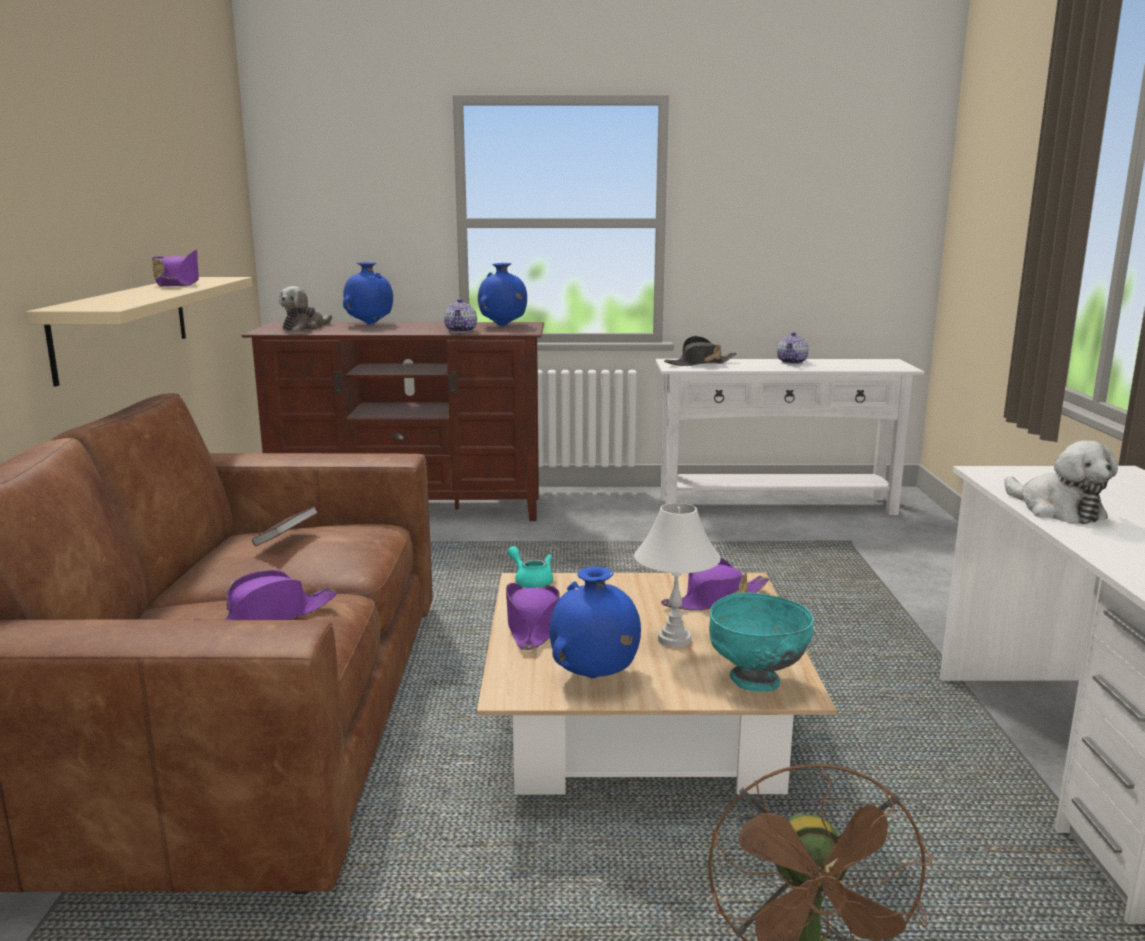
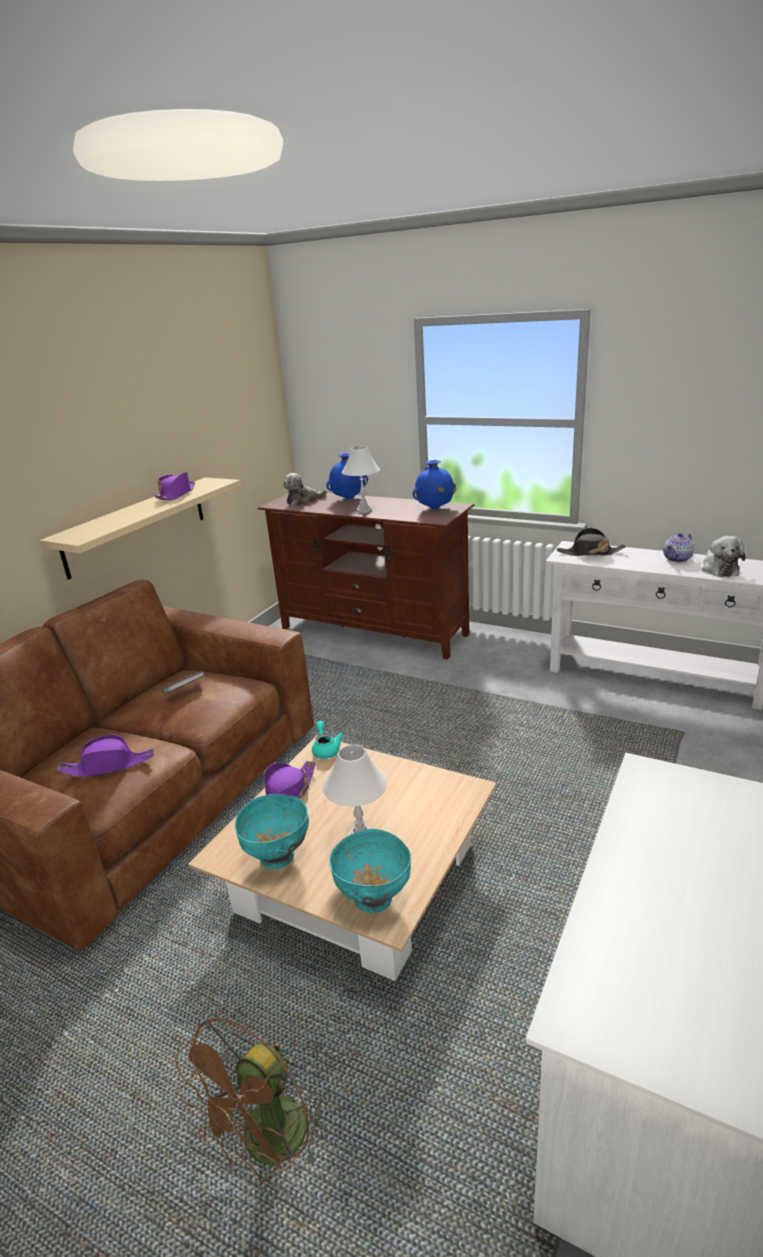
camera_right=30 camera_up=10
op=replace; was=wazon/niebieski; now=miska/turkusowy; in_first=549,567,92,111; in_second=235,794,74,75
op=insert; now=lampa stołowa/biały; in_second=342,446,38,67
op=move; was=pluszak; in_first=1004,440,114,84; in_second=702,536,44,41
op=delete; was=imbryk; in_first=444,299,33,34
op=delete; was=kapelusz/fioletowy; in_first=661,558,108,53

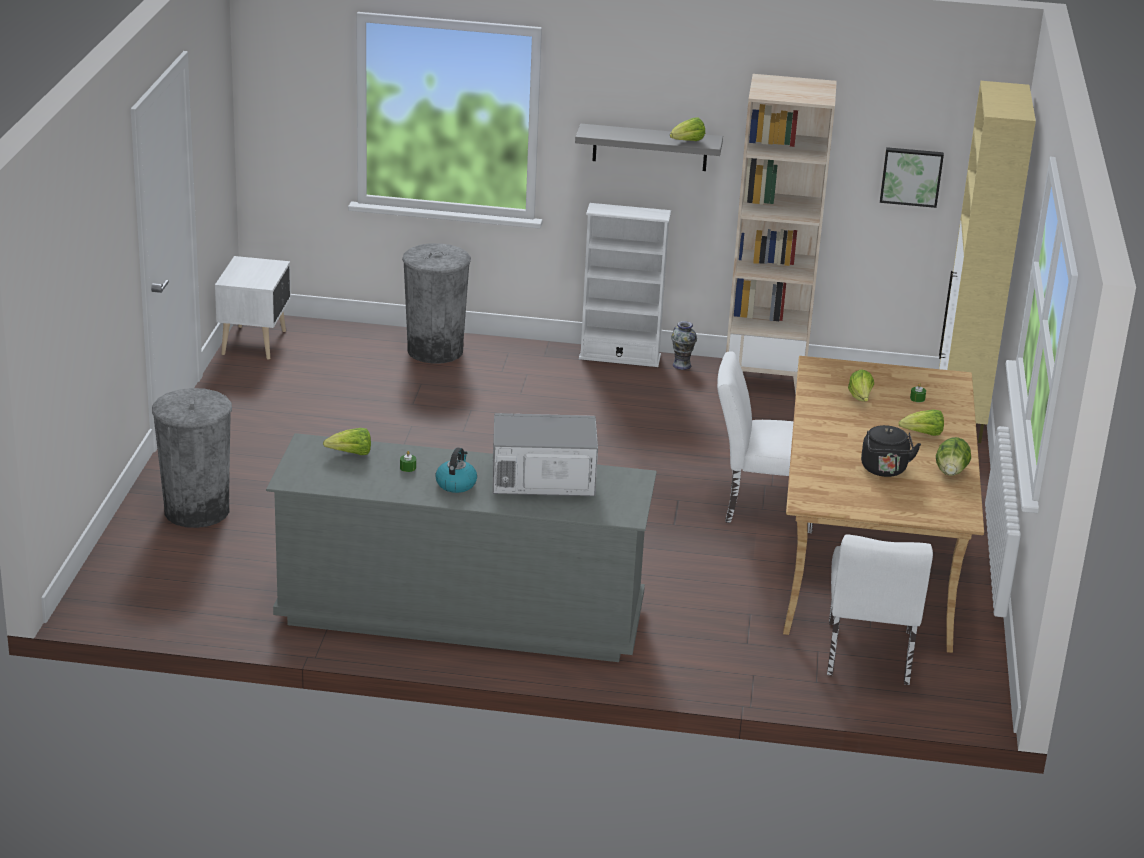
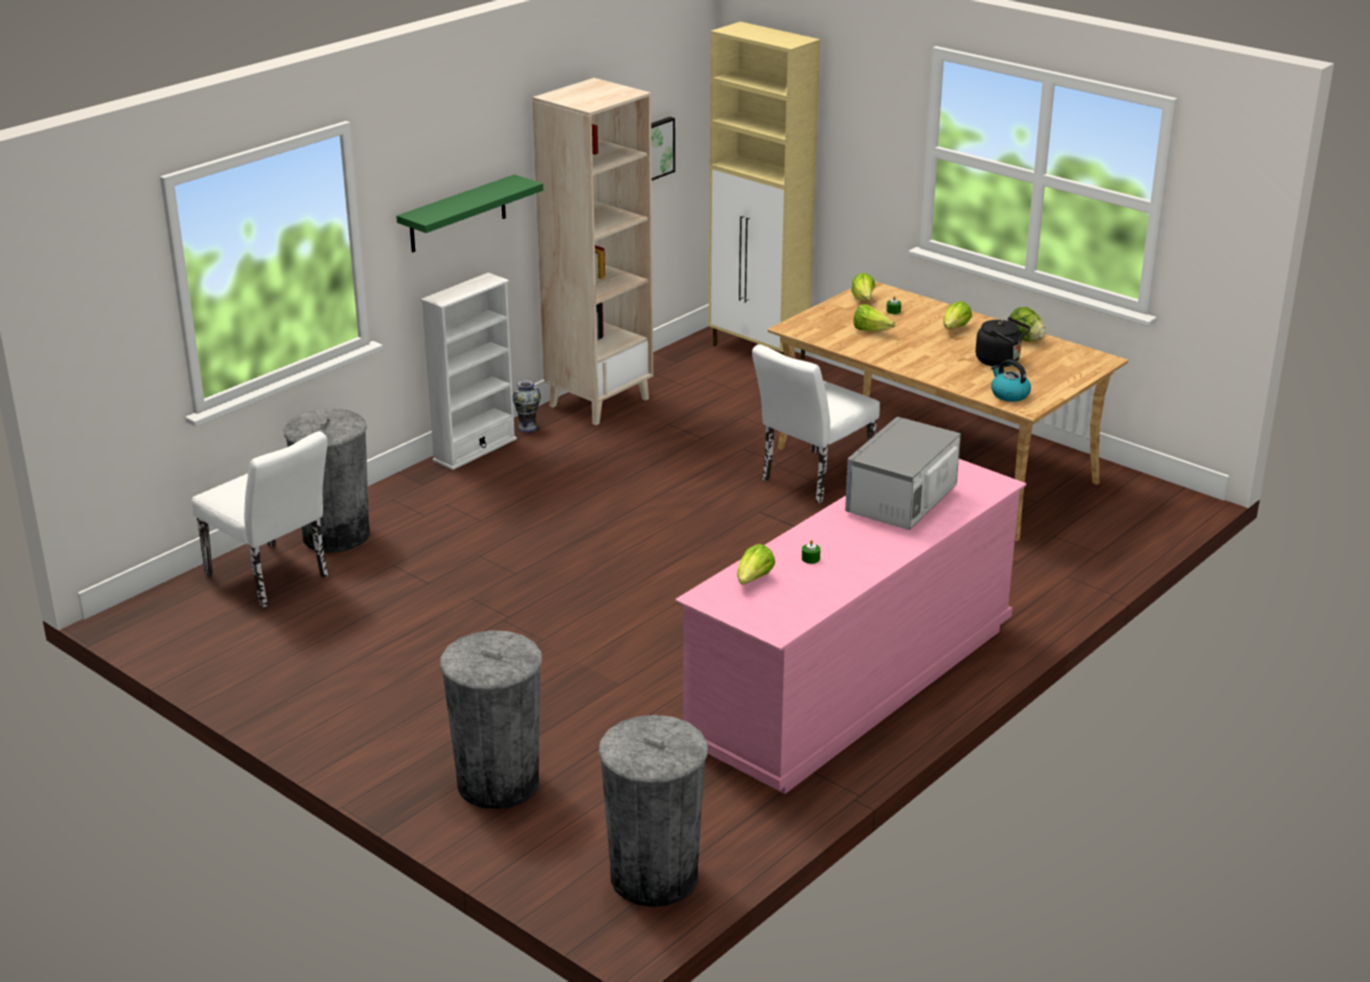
camera_right=-55 camera_up=0
op=move; was=krzesło/biały; in_first=827,535,106,150; in_second=192,431,136,177
op=recolor; was=półka/szary; now=półka/zielony; in_first=575,124,148,47; in_second=396,174,147,78
op=insert; now=kosz na śmieci/szary; in_second=598,715,110,192
op=recolor; was=komoda/szary; now=komoda/różowy; in_first=266,433,391,229; in_second=675,459,351,335
op=move; was=sałata; in_first=670,118,35,23; in_second=851,273,24,28
op=move; was=czajnik; in_first=435,447,42,46; in_second=991,359,40,43
op=delete; was=szafka nocna/biały; in_first=215,256,76,104

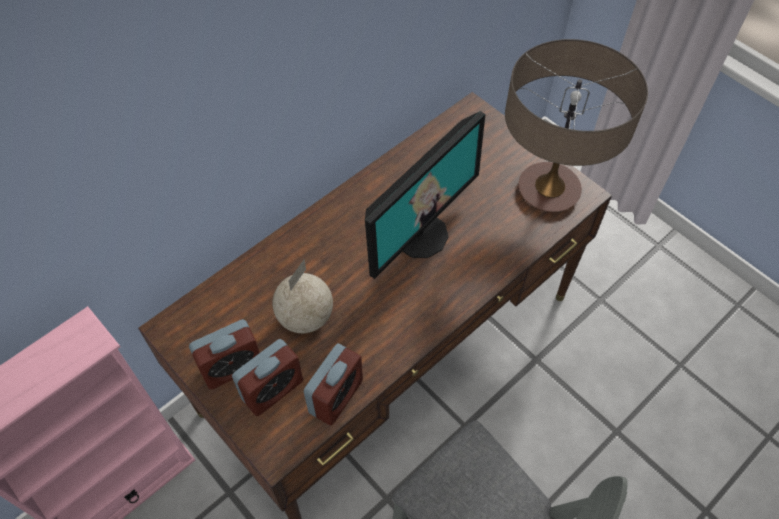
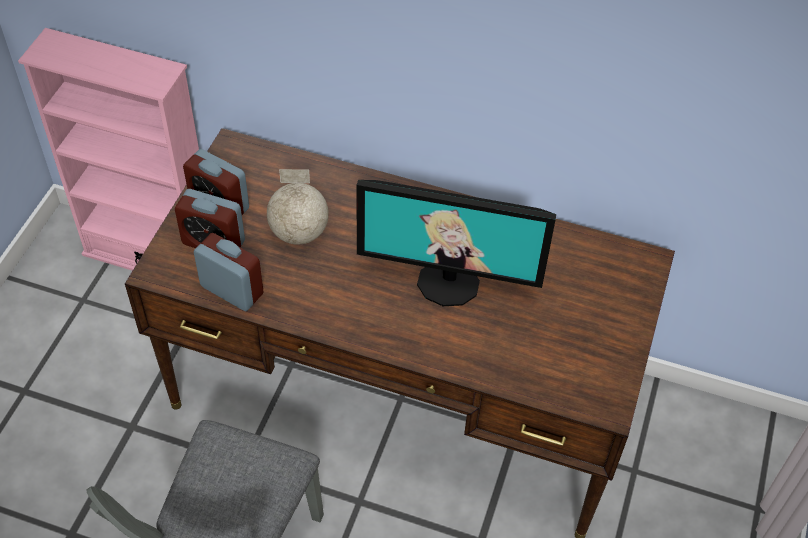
camera_right=60 camera_up=-5
op=rotate; was=budzik; in_first=304,344,59,81; in_second=194,233,70,78; clockwise=-150
op=delete; was=lampa stołowa; in_first=505,39,143,173

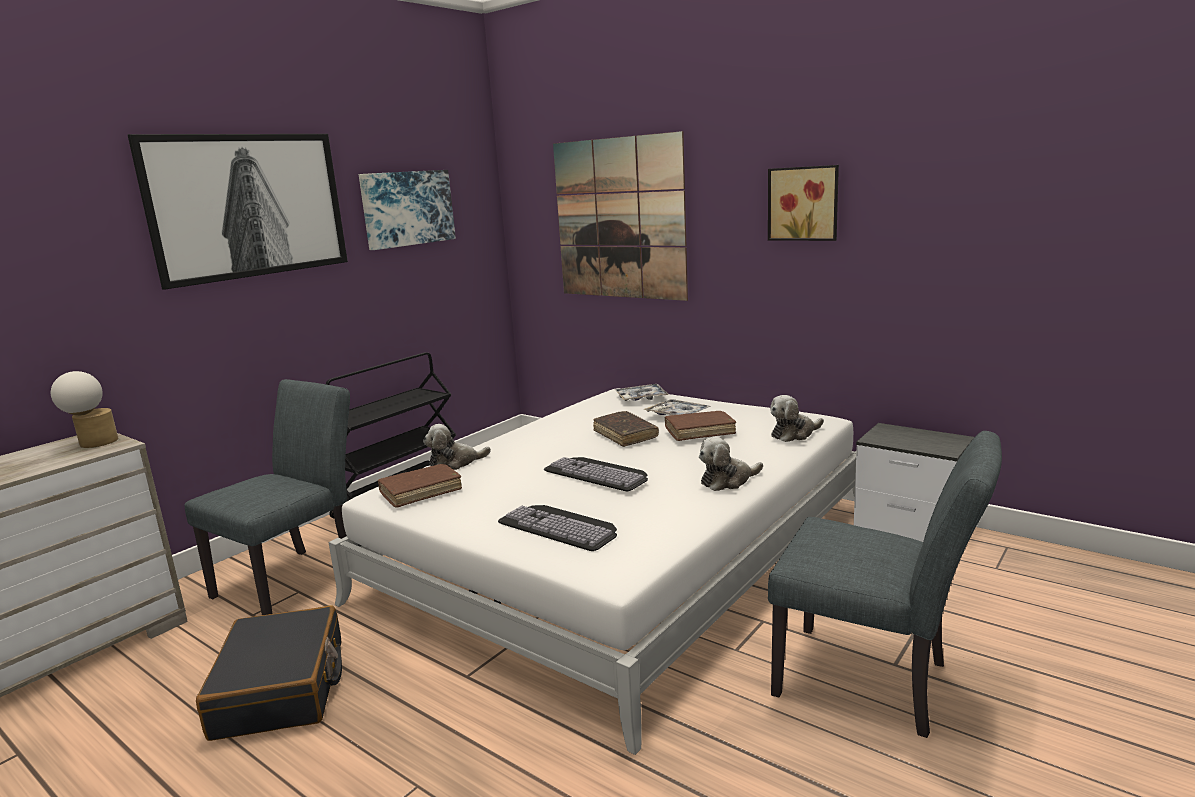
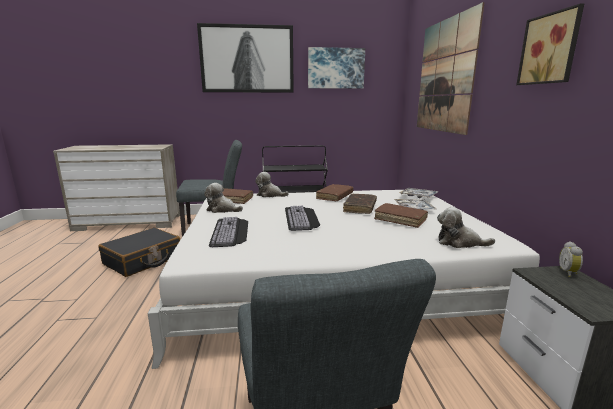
camera_right=45 camera_up=0
op=move; was=pluszak; in_first=699,437,64,54; in_second=204,183,39,30
op=insert; now=książka/brązowy; in_second=316,184,37,17
op=insert; now=budzik; in_second=559,241,24,36
op=delete; was=lampa stołowa; in_first=51,371,67,77

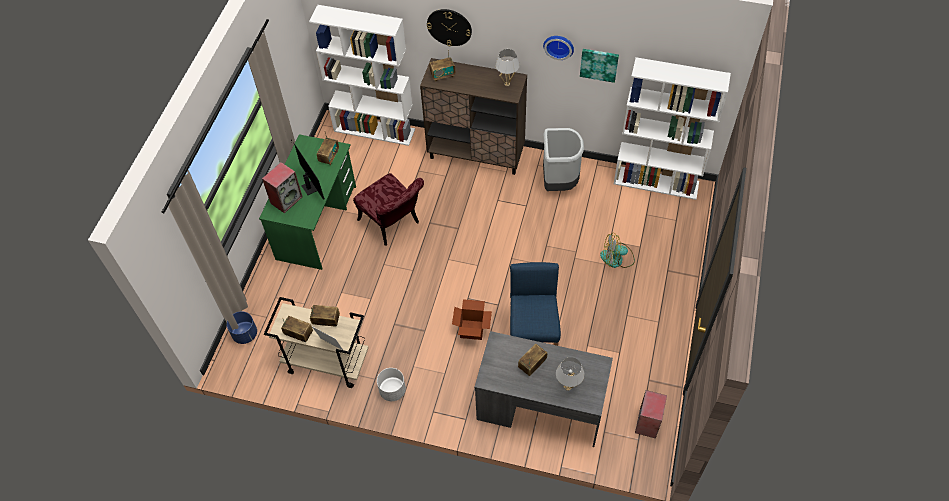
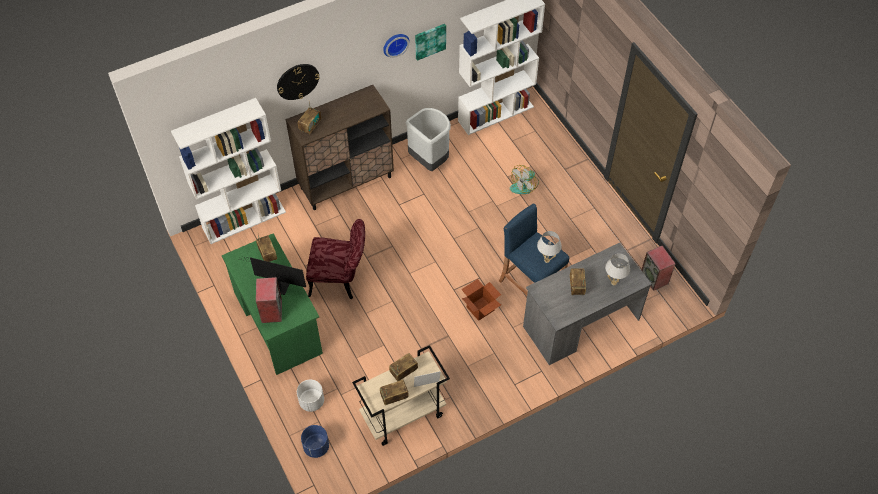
camera_right=-45 camera_up=0
op=move; was=donica/biały; in_first=377,368,29,33; in_second=297,380,27,32
op=move; was=lampa stołowa/biały; in_first=495,49,25,37; in_second=537,231,25,32

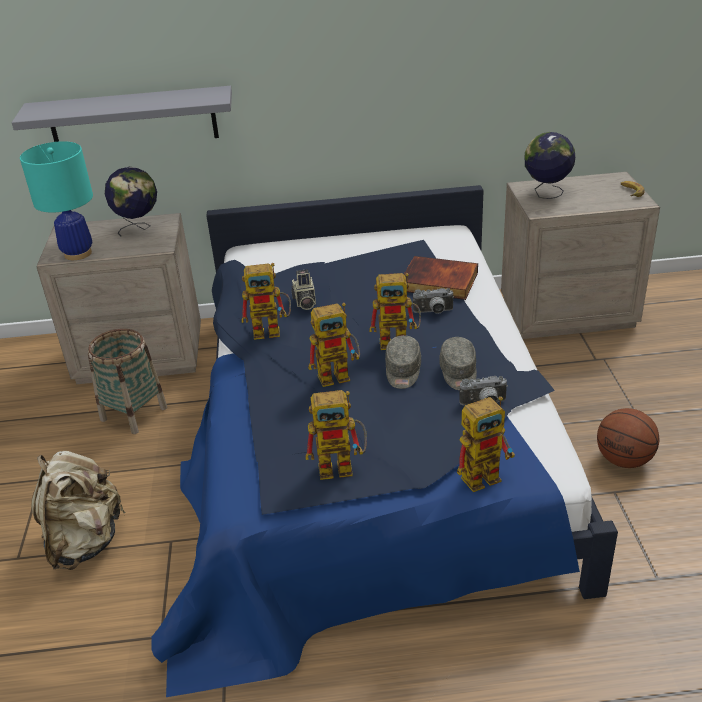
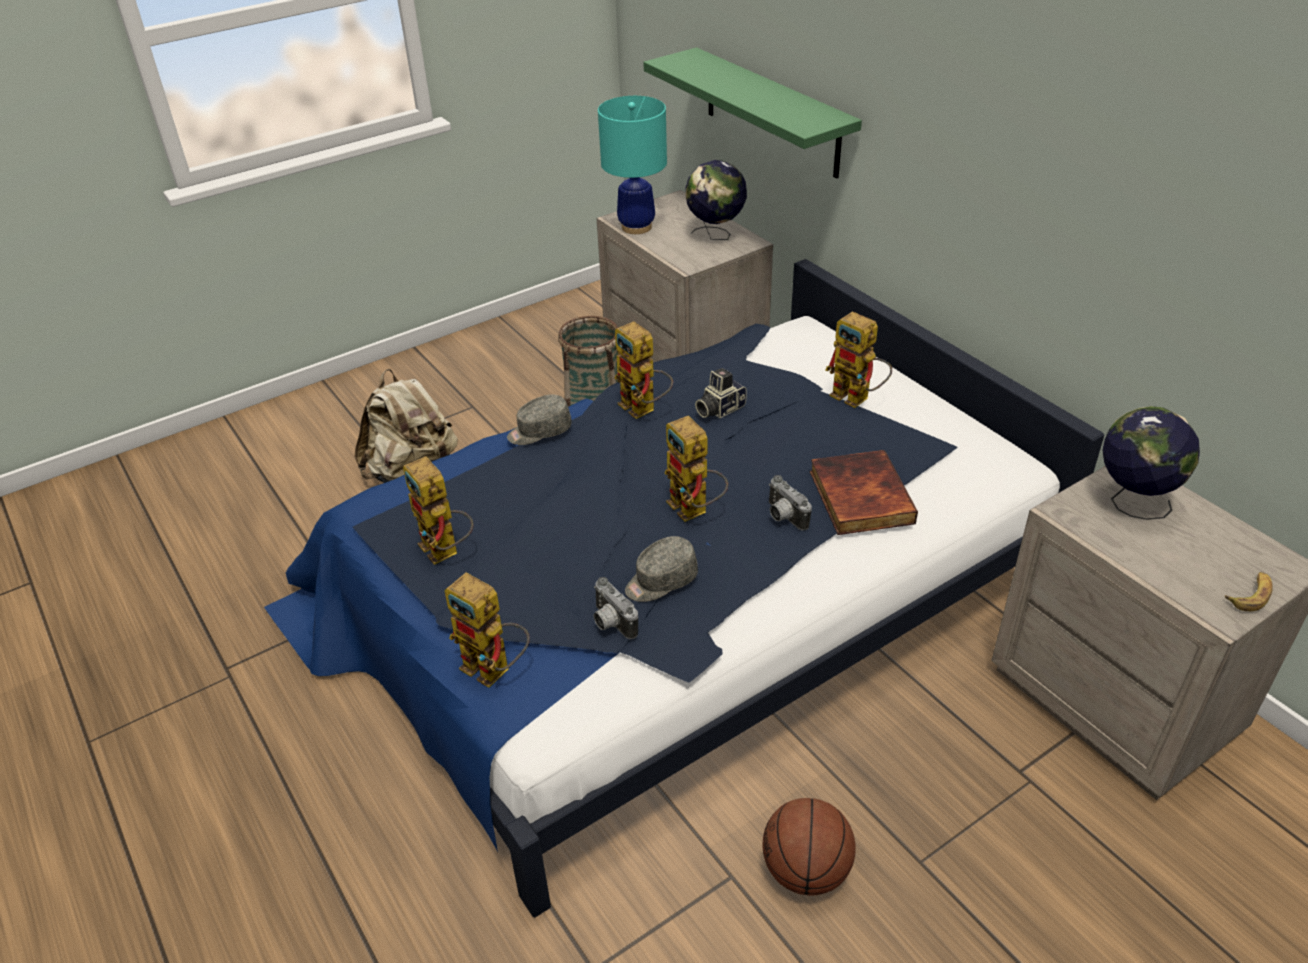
camera_right=60 camera_up=5
op=move; was=czapka z daszkiem/szary; in_first=385,335,36,54; in_second=507,394,65,51
op=recolor; was=półka/szary; now=półka/zielony; in_first=12,86,220,56; in_second=643,47,219,131
op=move; was=robot zabawkowy; in_first=308,303,52,84; in_second=825,311,67,97

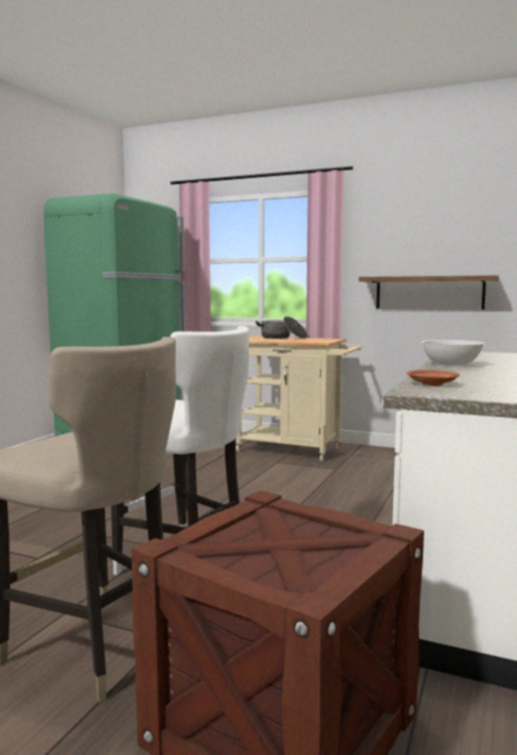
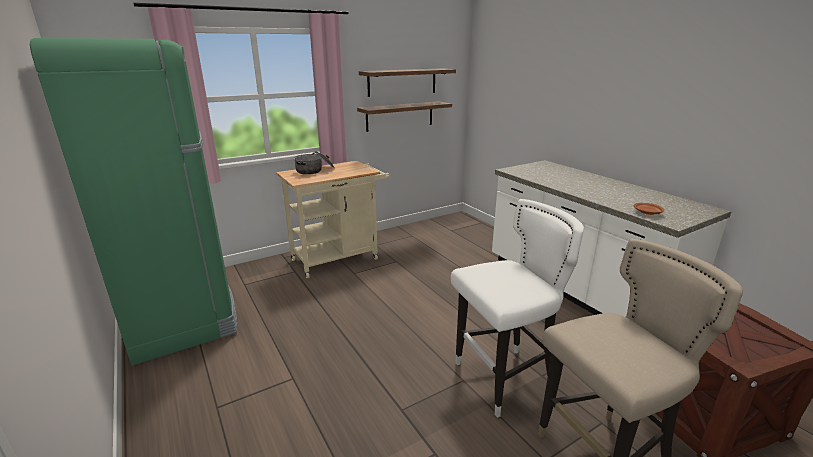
camera_right=-55 camera_up=15
op=insert; now=półka; in_second=359,68,97,29
op=delete; was=miska/biały; in_first=421,340,64,25

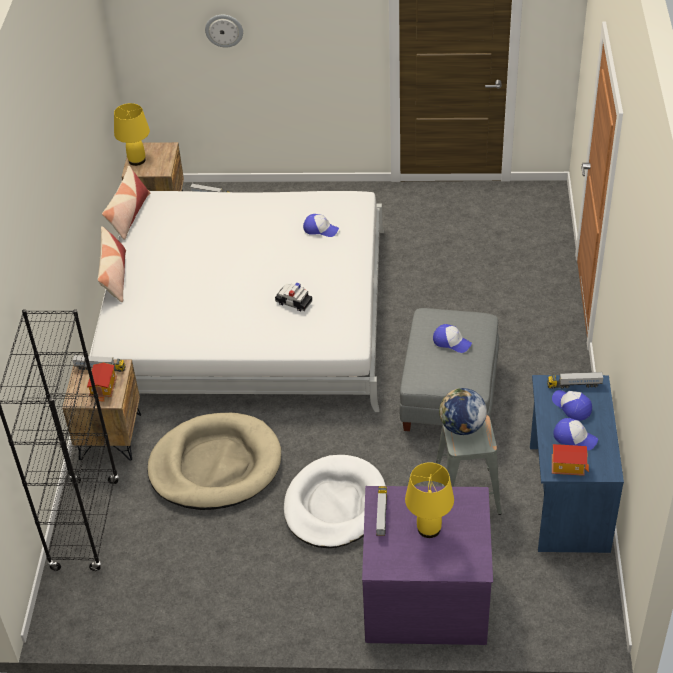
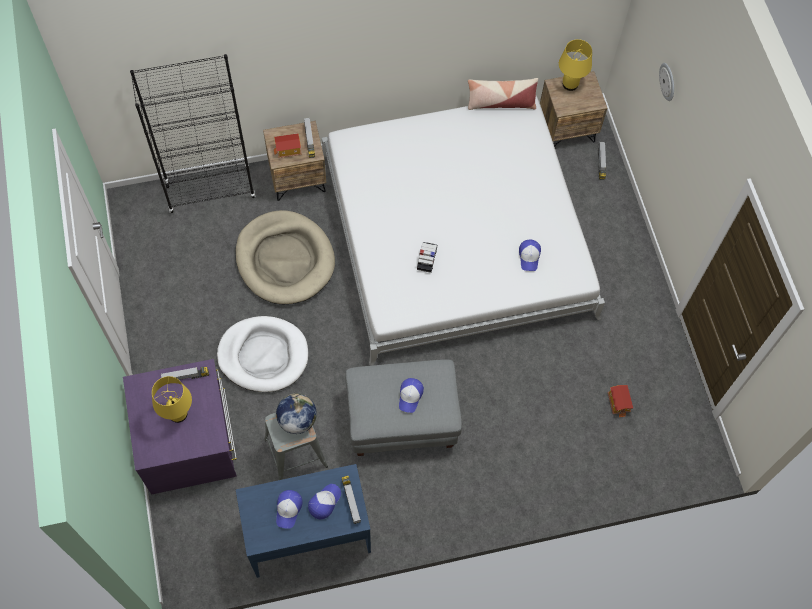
camera_right=70 camera_up=20
op=move; was=domek; in_first=552,444,37,32; in_second=608,385,25,32
op=delete; was=poduszka; in_first=97,226,29,76

